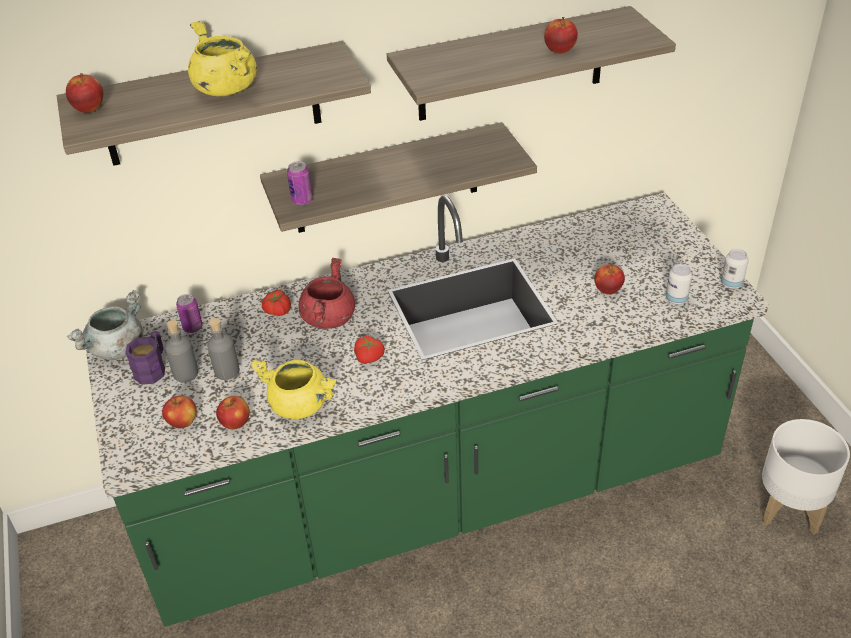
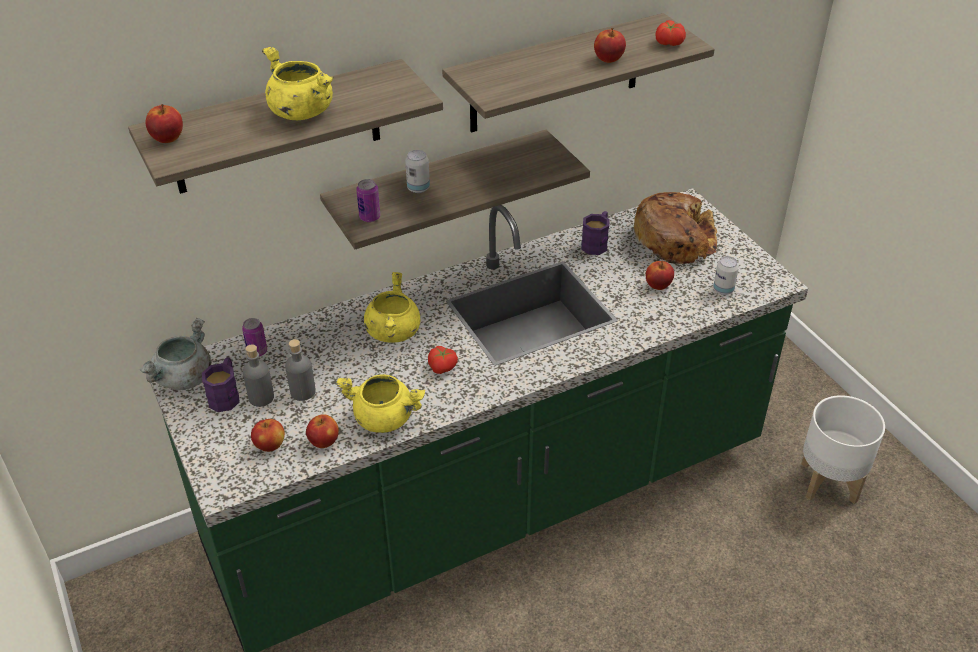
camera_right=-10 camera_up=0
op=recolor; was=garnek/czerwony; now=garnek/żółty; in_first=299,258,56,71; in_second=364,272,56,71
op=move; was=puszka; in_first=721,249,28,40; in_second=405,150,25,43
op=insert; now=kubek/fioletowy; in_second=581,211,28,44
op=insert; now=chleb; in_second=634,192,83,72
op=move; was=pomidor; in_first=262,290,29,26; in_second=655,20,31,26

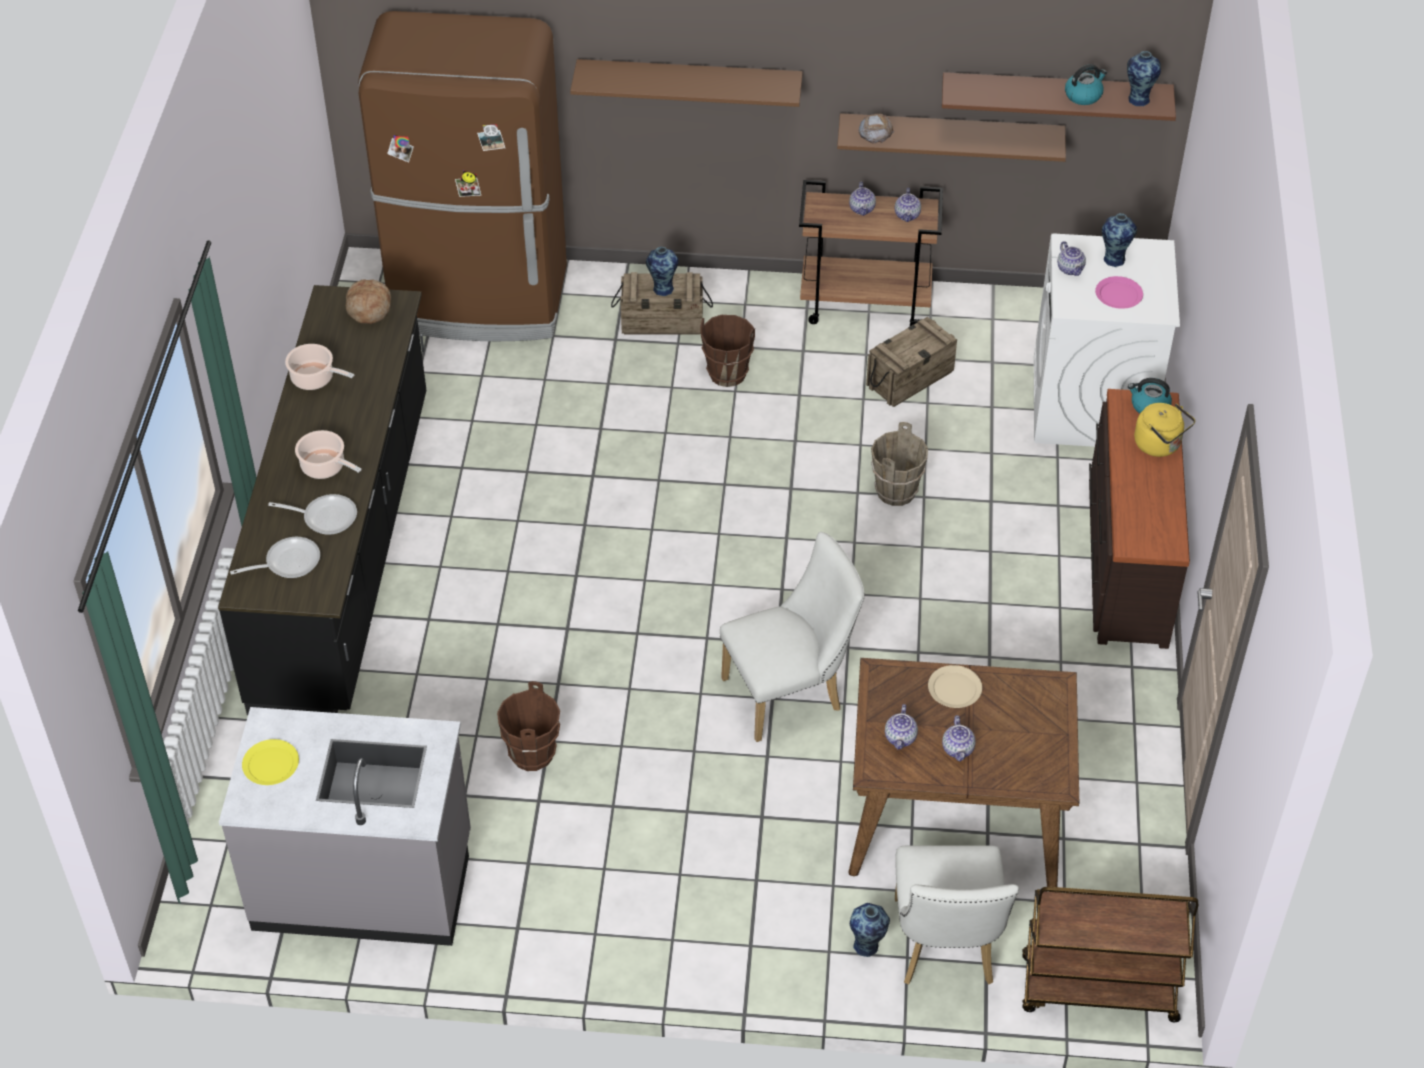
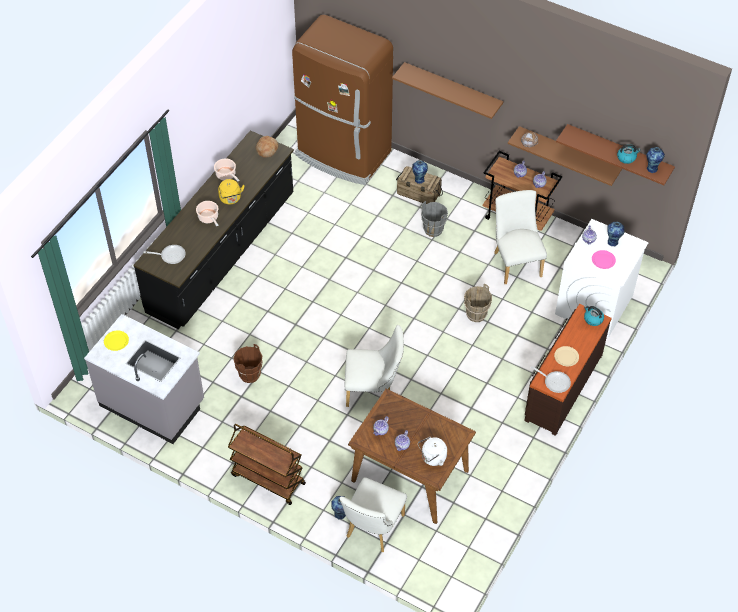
camera_right=25 camera_up=5
op=move; was=czajnik/żółty; in_first=1134,403,61,54; in_second=218,179,27,26
op=move; was=wózek/brązowy; in_first=1022,887,176,135; in_second=228,424,78,81
op=insert; now=czajnik/biały; in_second=418,437,29,29
op=recolor; was=wiadro/brązowy; now=wiadro/szary; in_first=701,314,54,73; in_second=421,201,27,36
op=replace; was=skrzynka; now=krzesło/biały; in_first=866,317,91,90; in_second=494,190,53,94
op=move; was=patelnia; in_first=268,494,89,41; in_second=531,366,40,27
op=move; was=talerz/beżowy; in_first=928,665,54,43; in_second=554,346,25,20

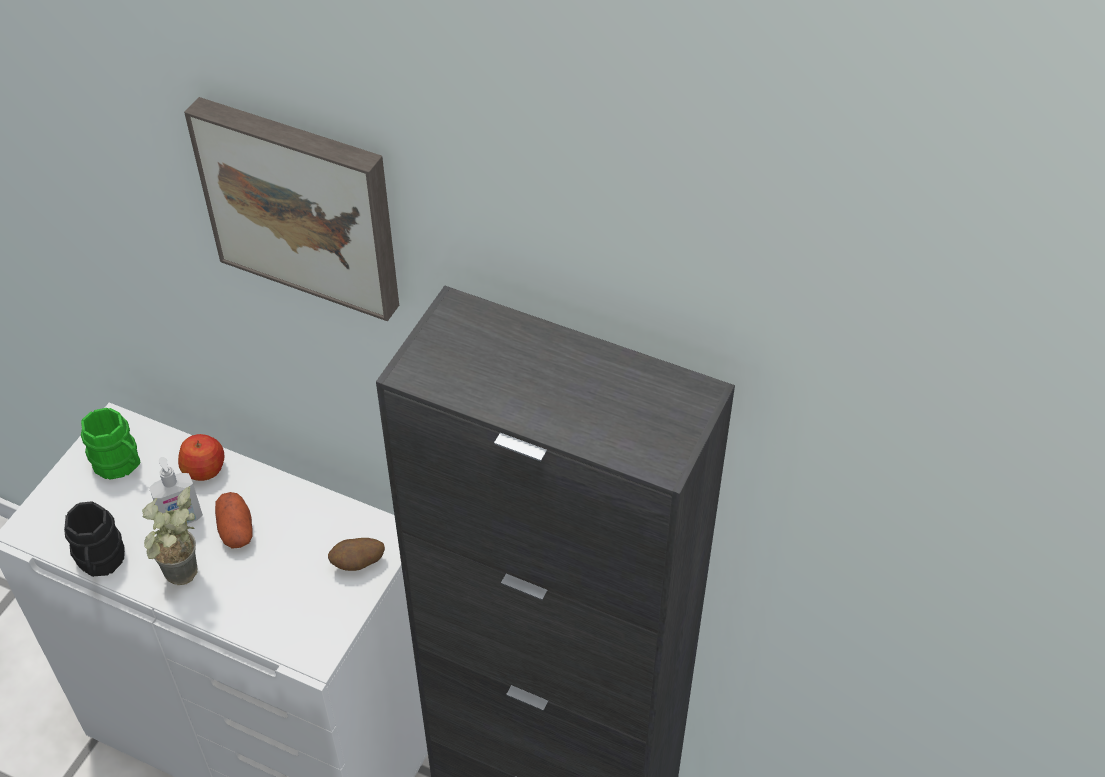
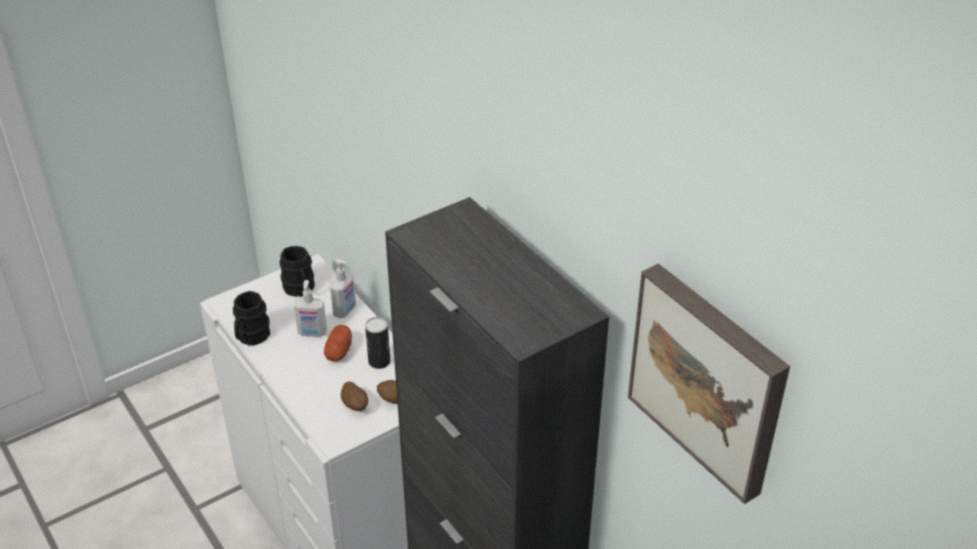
camera_right=30 camera_up=-10
op=recolor; was=kubek/zielony; now=kubek/czarny; in_first=81,408,59,72; in_second=279,246,36,51
op=replace; was=jabłko; now=dozownik mydła; in_first=178,434,46,47; in_second=330,259,26,59
op=insert; now=ziemniak; in_second=341,381,27,30
op=insert; now=puszka; in_second=365,317,25,52
op=move; was=obraz; in_first=184,97,215,224; in_second=628,263,162,241
op=delete; was=roślina doniczkowa; in_first=142,486,55,99

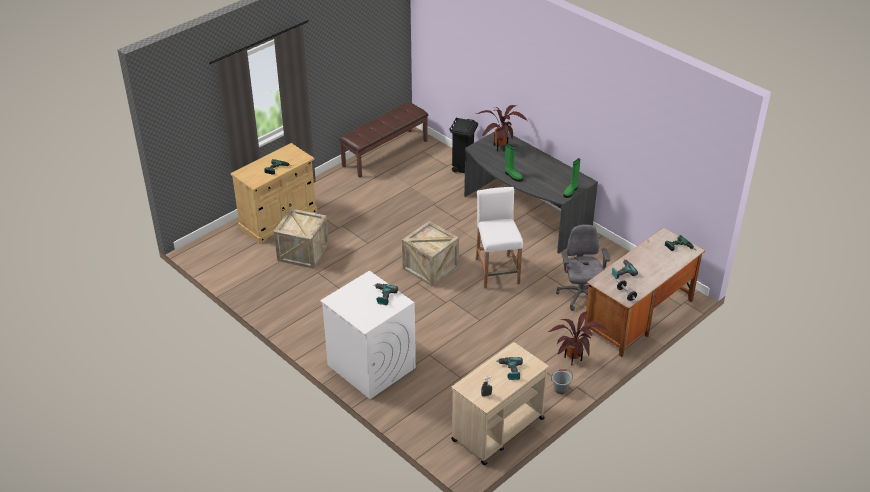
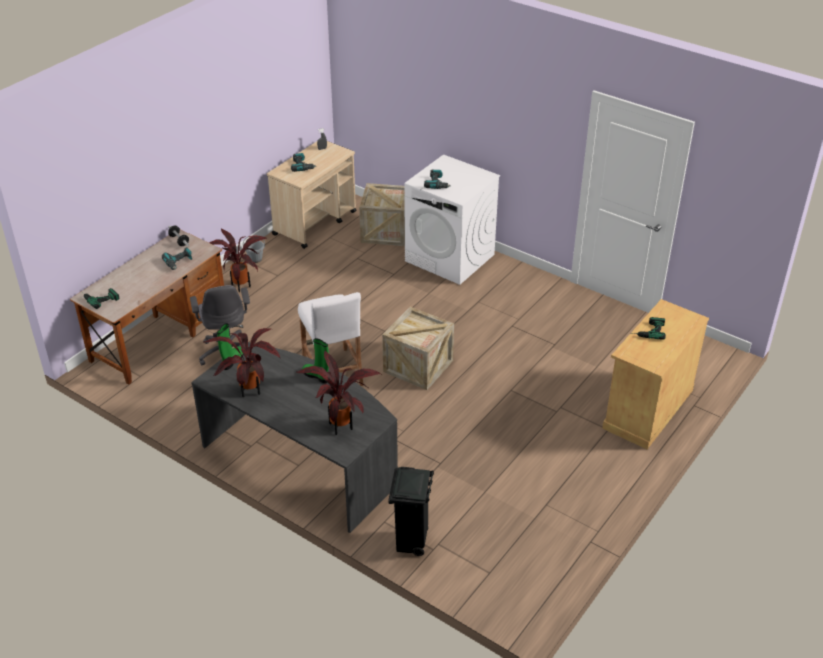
camera_right=170 camera_up=0
op=insert; now=roślina doniczkowa; in_second=204,328,77,69
op=move; was=skrzynka; in_first=274,208,55,61; in_second=359,183,46,63
op=delete; was=ławka/brązowy; in_first=339,103,89,75

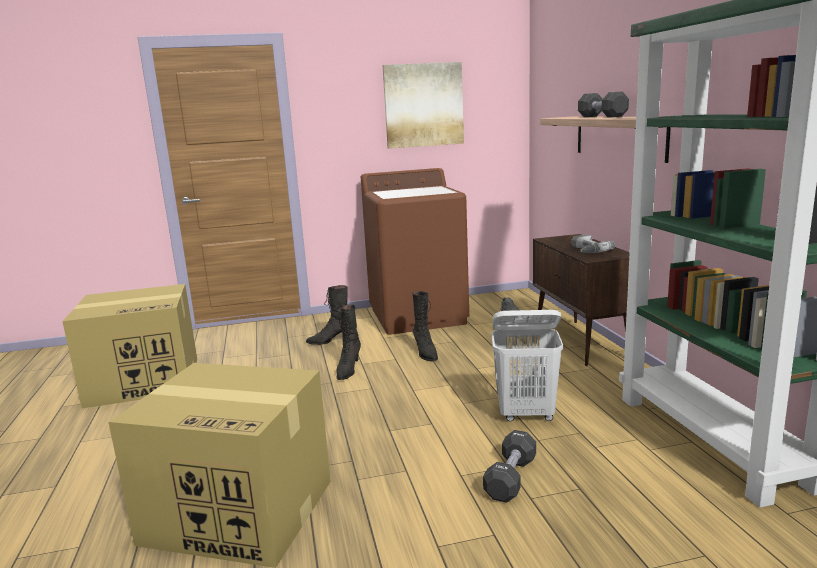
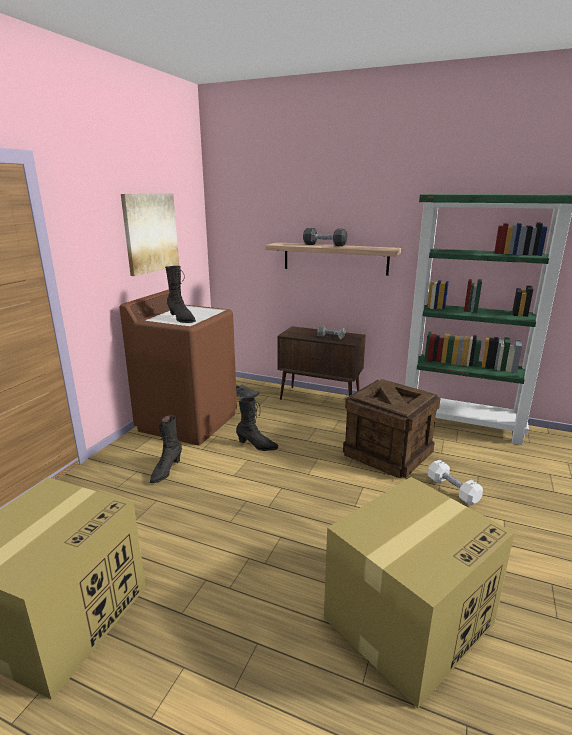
camera_right=-55 camera_up=5
op=move; was=but z cholewką/czarny; in_first=337,305,24,75; in_second=165,266,31,57
op=replace; was=kosz na pranie/biały; now=skrzynka; in_first=491,310,72,111; in_second=343,379,98,99
op=recolor; was=hantel/czarny; now=hantel/biały; in_first=483,430,53,73; in_second=428,460,55,45

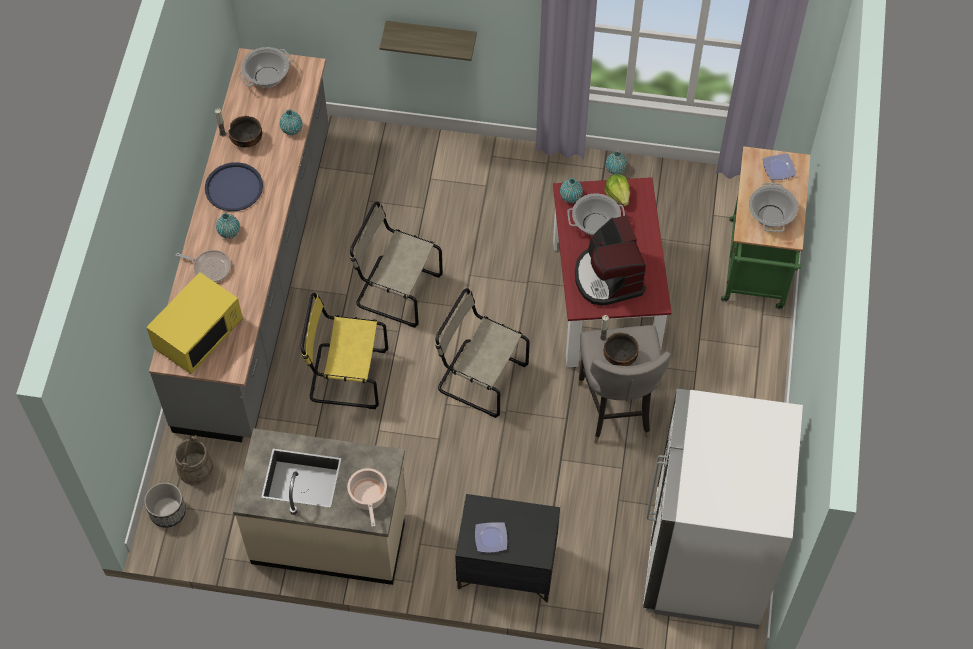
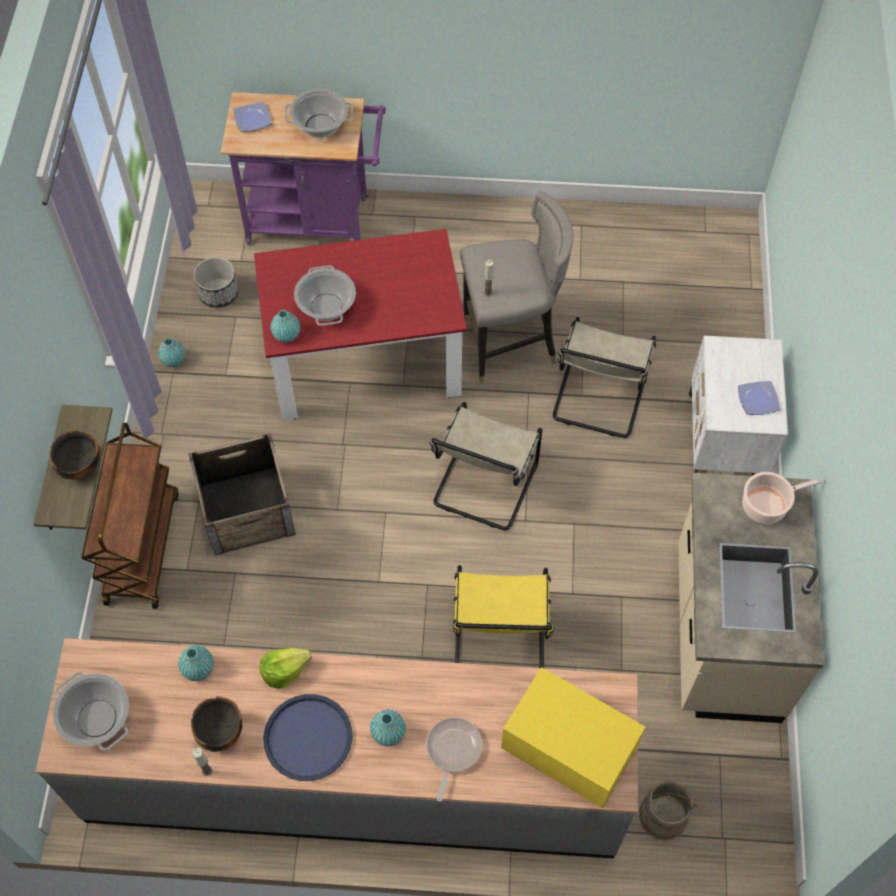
camera_right=-95 camera_up=0
op=move; was=miska; in_first=603,333,36,33; in_second=49,430,51,50
op=insert; now=wózek/brązowy; in_second=81,423,97,186
op=insert; now=skrzynka; in_second=189,434,107,122
op=move; was=donica; in_first=144,482,42,46; in_second=193,257,46,51
op=recolor; was=wózek/zielony; now=wózek/fioletowy; in_first=721,146,89,163; in_second=221,92,165,153
op=move; was=sałata; in_first=604,174,26,32; in_second=260,648,52,41
op=move; was=krzesło/beżowy; in_first=350,202,93,126; in_second=553,317,103,121
op=recolor; was=szafka nocna/czarny; now=szafka nocna/biały; in_first=455,494,105,108; in_second=689,336,99,139
op=delete; was=ekspres do kawy; in_first=575,215,71,91
op=delete; was=lodówka/biały; in_first=643,388,160,241

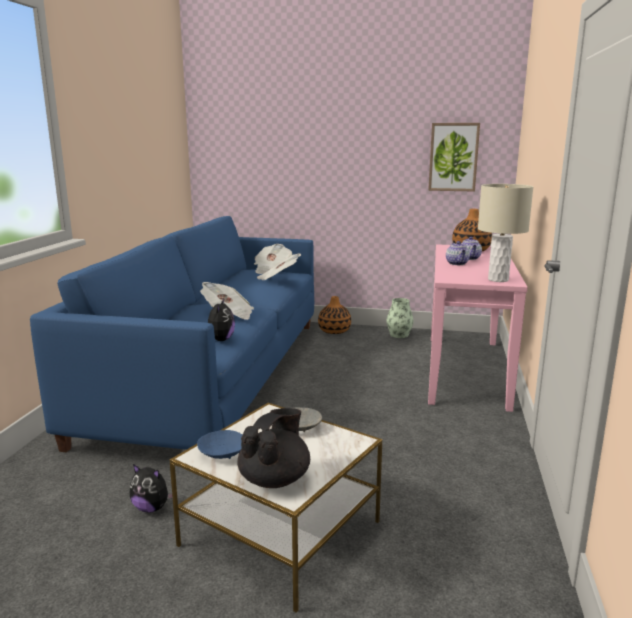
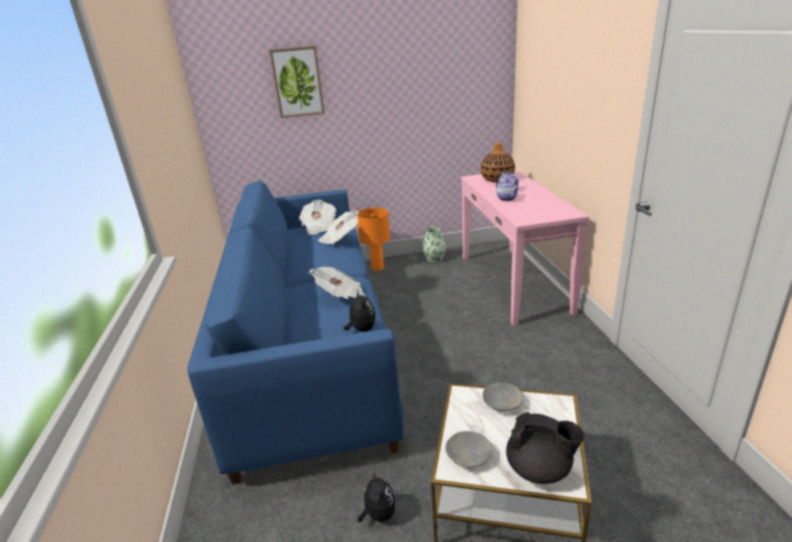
camera_right=-20 camera_up=10
op=move; was=obraz; in_first=428,123,52,69; in_second=269,46,56,72
op=replace; was=wazon; now=lampa stołowa/pomarańczowy; in_first=318,296,33,38; in_second=357,208,33,63
op=rotate; was=pluszak; in_first=130,464,43,49; in_second=357,471,39,51; clockwise=-105
op=recolor; was=miska/niebieski; now=miska/szary; in_first=197,430,45,29; in_second=445,431,47,37
op=rotate; was=imbryk/czarny; in_first=238,408,72,80; in_second=506,412,79,72; clockwise=105
op=delete; was=lampa stołowa/beżowy; in_first=478,184,56,98

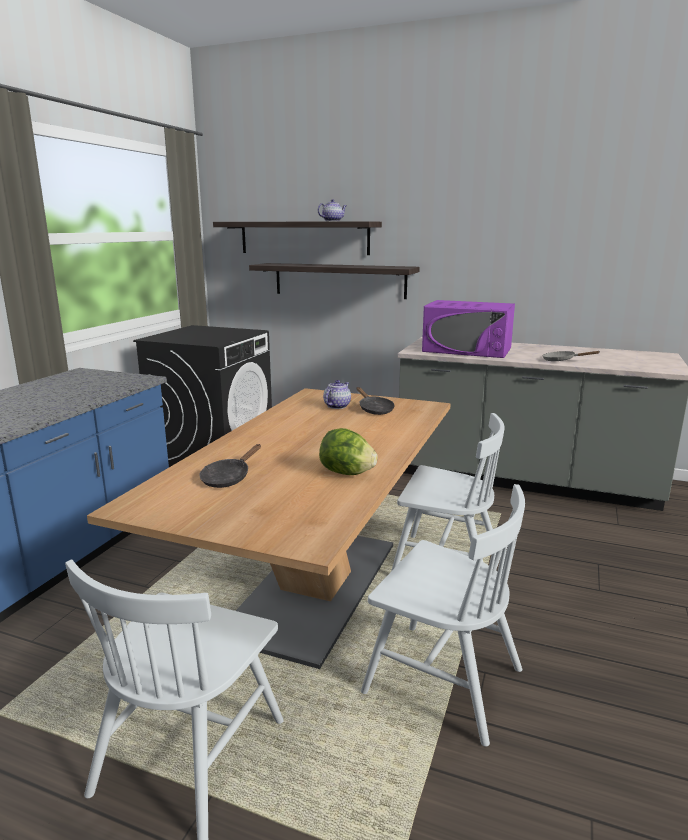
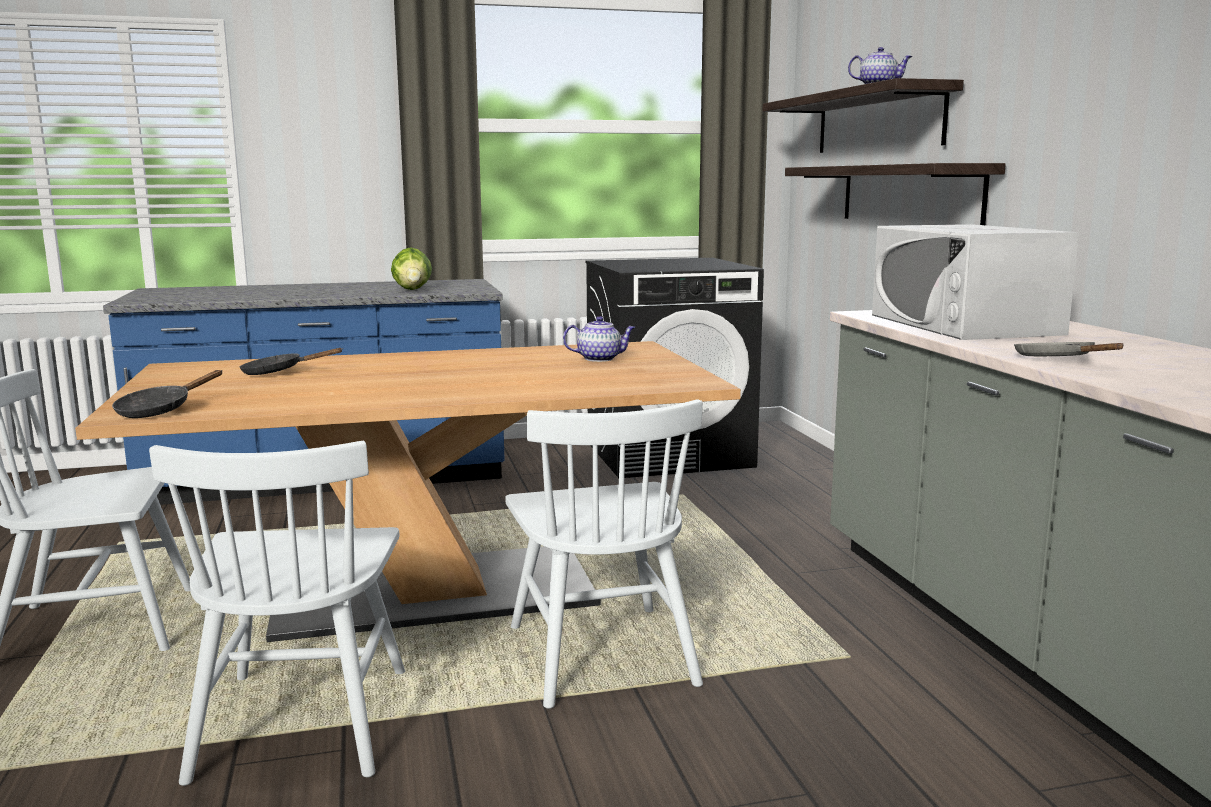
camera_right=55 camera_up=-5
op=move; was=patelnia/czarny; in_first=356,387,39,28; in_second=112,370,111,48
op=move; was=sałata; in_first=319,428,59,47; in_second=391,247,41,43
op=recolor; was=mikrofalówka/fioletowy; now=mikrofalówka/biały; in_first=422,300,93,58; in_second=872,224,207,116

